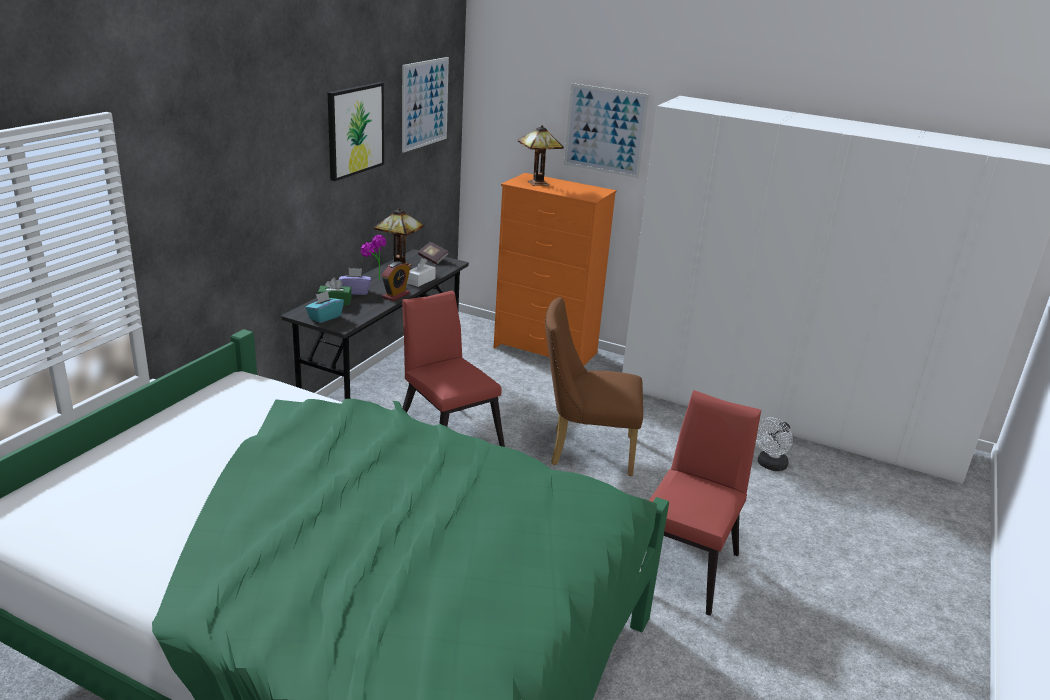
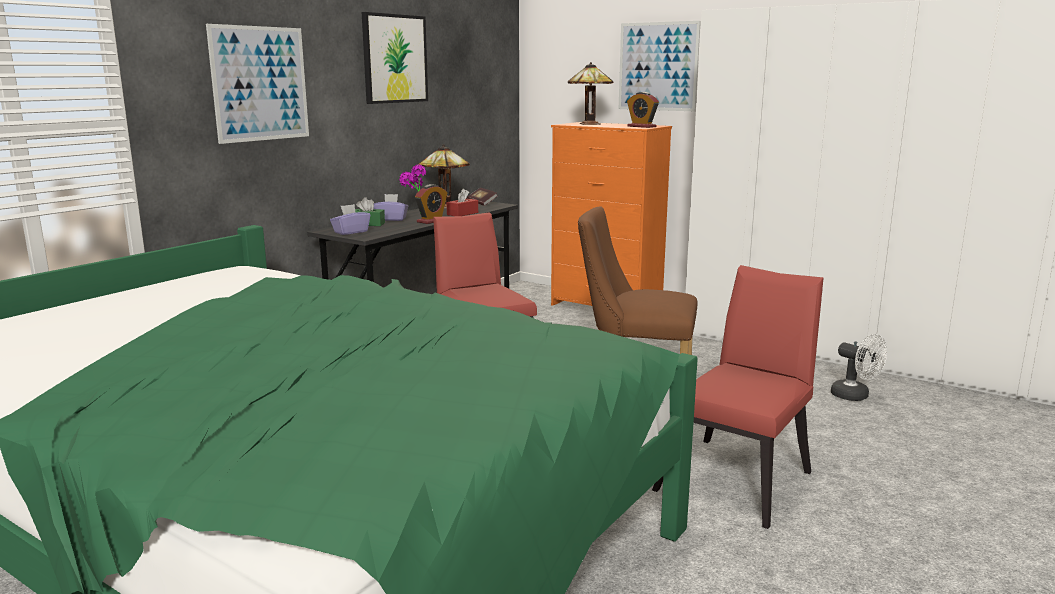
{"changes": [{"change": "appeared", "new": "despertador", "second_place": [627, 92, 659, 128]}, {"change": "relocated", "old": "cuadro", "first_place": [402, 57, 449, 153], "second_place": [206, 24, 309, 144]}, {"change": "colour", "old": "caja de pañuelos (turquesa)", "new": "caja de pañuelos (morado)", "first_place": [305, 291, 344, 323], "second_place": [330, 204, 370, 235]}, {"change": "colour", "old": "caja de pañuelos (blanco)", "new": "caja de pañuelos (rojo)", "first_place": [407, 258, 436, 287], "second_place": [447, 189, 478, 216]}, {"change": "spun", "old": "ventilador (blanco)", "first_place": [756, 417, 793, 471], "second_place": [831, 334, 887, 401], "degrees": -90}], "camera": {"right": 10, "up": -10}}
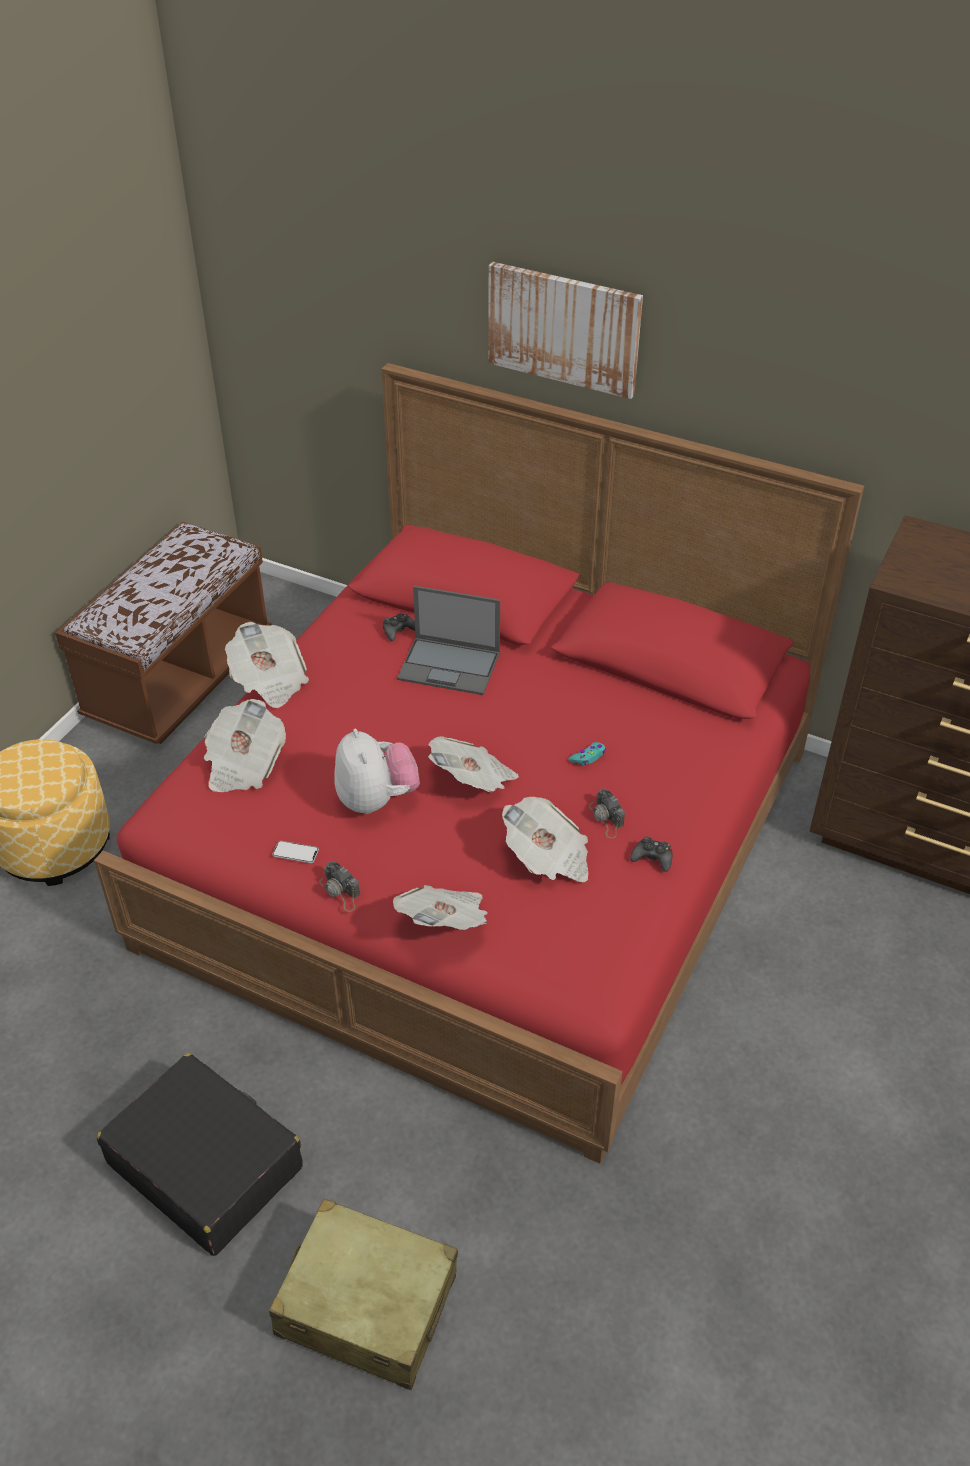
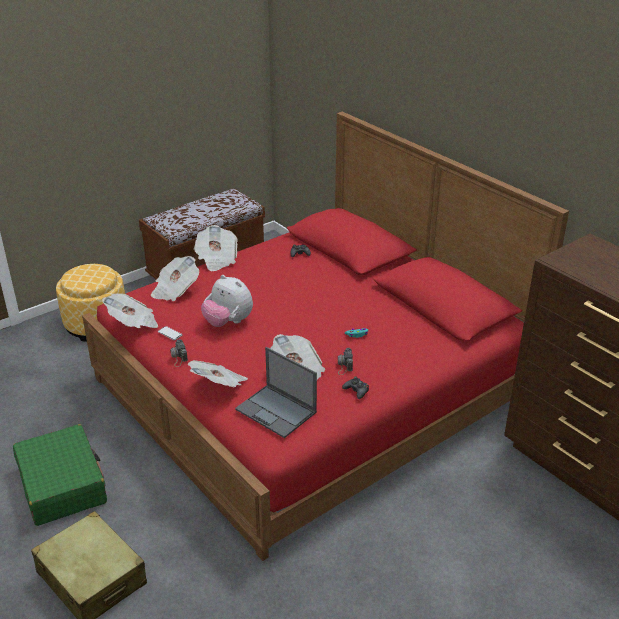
{"changes": [{"change": "missing", "old": "cuadro", "first_place": [488, 262, 643, 399]}, {"change": "relocated", "old": "portátil", "first_place": [397, 586, 500, 695], "second_place": [235, 347, 317, 438]}, {"change": "relocated", "old": "periódico", "first_place": [428, 736, 519, 792], "second_place": [102, 293, 158, 328]}, {"change": "colour", "old": "maleta (negro)", "new": "maleta (verde)", "first_place": [97, 1053, 303, 1256], "second_place": [13, 424, 107, 526]}, {"change": "spun", "old": "peluche", "first_place": [334, 729, 420, 814], "second_place": [201, 275, 253, 327], "degrees": 120}], "camera": {"right": 25, "up": -10}}
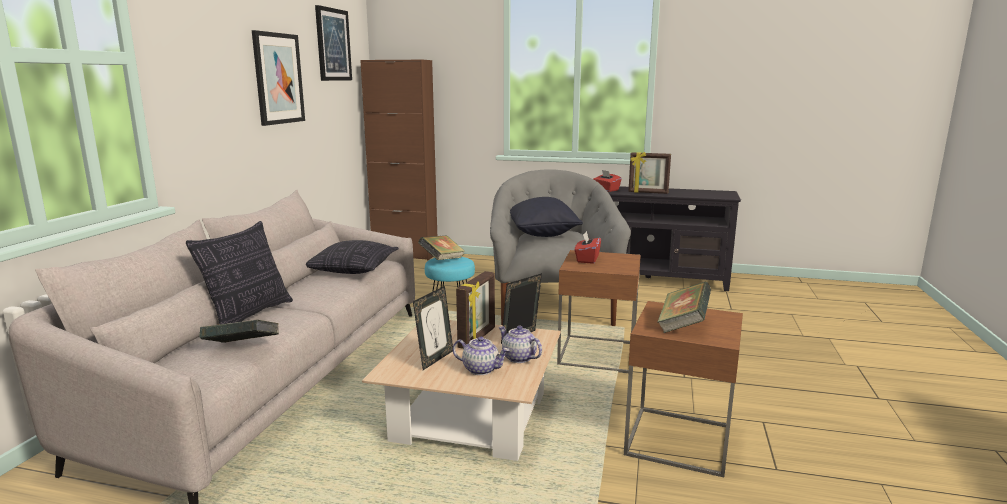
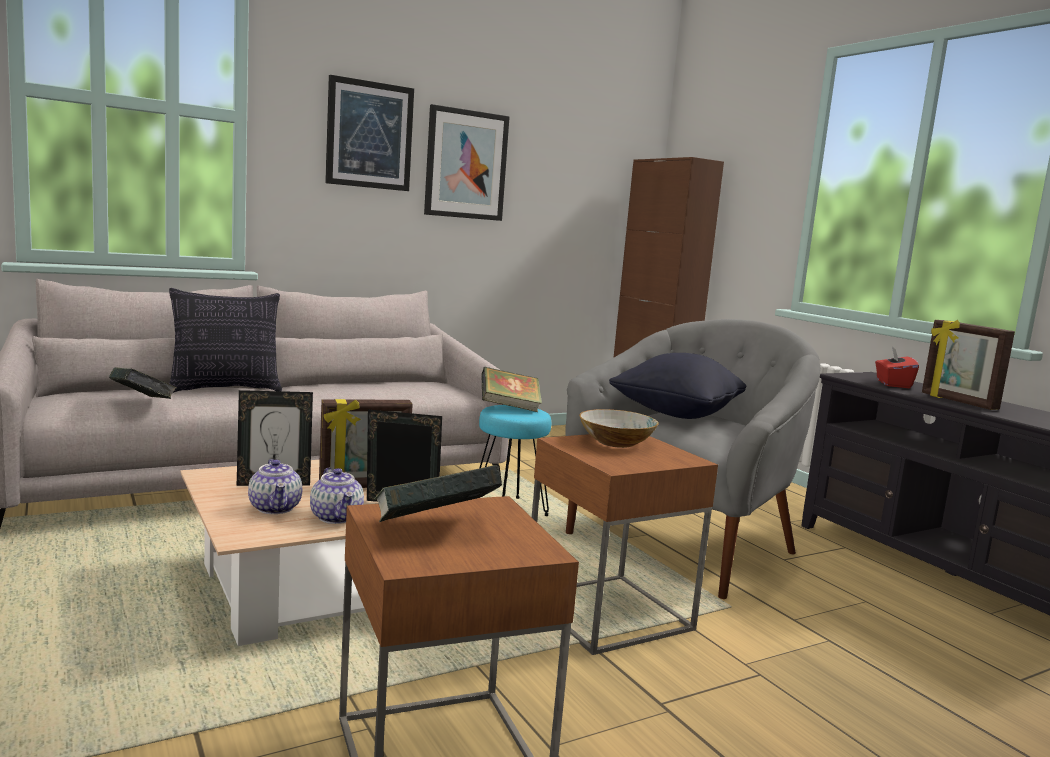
{"changes": [{"change": "missing", "old": "cojín", "first_place": [306, 240, 399, 274]}, {"change": "relocated", "old": "cuadro", "first_place": [315, 5, 352, 81], "second_place": [325, 75, 414, 191]}, {"change": "exchanged", "old": "caja de pañuelos (rojo)", "new": "cuenco", "first_place": [575, 231, 601, 264], "second_place": [579, 409, 659, 448]}, {"change": "spun", "old": "tetera", "first_place": [499, 326, 542, 363], "second_place": [310, 468, 364, 524], "degrees": 150}], "camera": {"right": 45, "up": -5}}
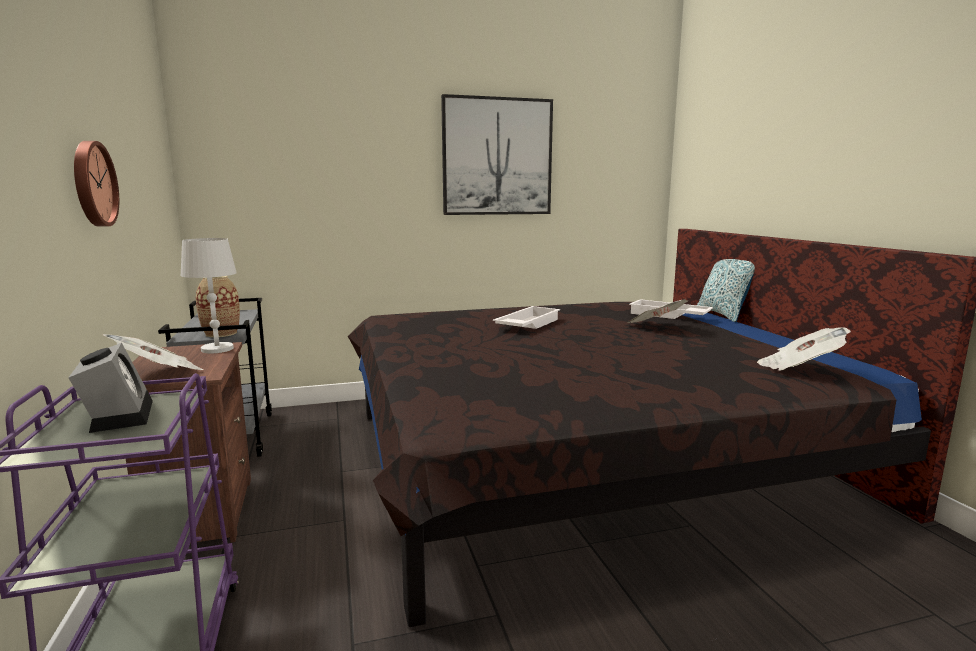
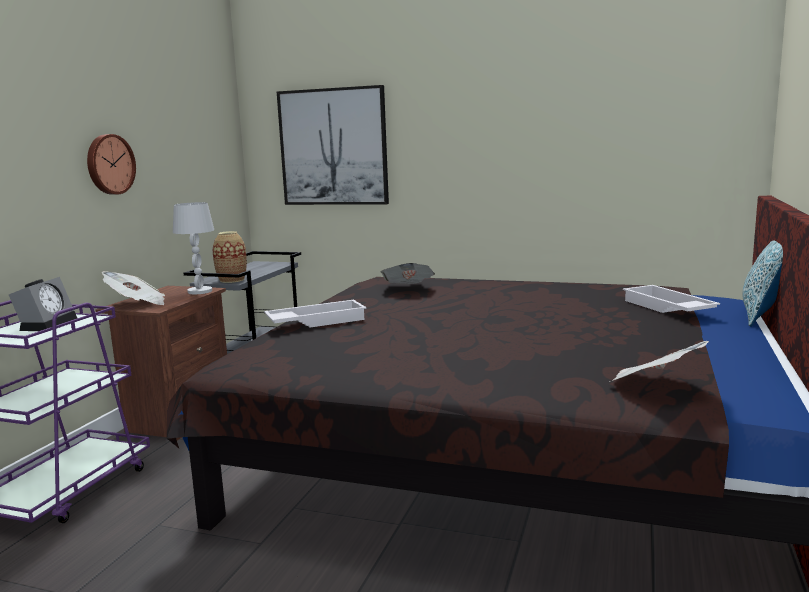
{"changes": [{"change": "relocated", "old": "cuadro", "first_place": [441, 94, 553, 215], "second_place": [277, 85, 389, 205]}, {"change": "relocated", "old": "bandeja (blanco)", "first_place": [493, 306, 560, 329], "second_place": [264, 300, 366, 328]}, {"change": "relocated", "old": "periódico", "first_place": [627, 299, 688, 323], "second_place": [381, 263, 435, 284]}], "camera": {"right": 35, "up": 0}}
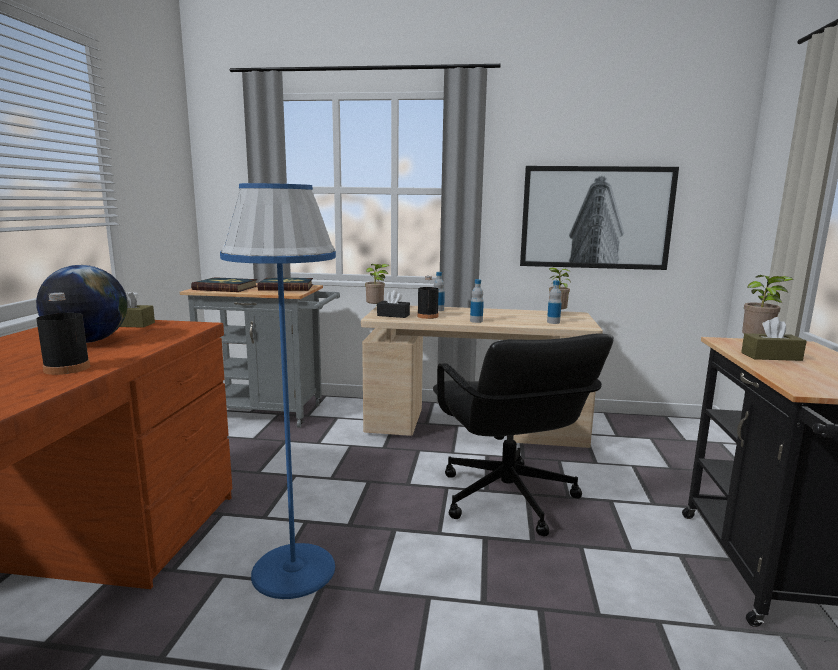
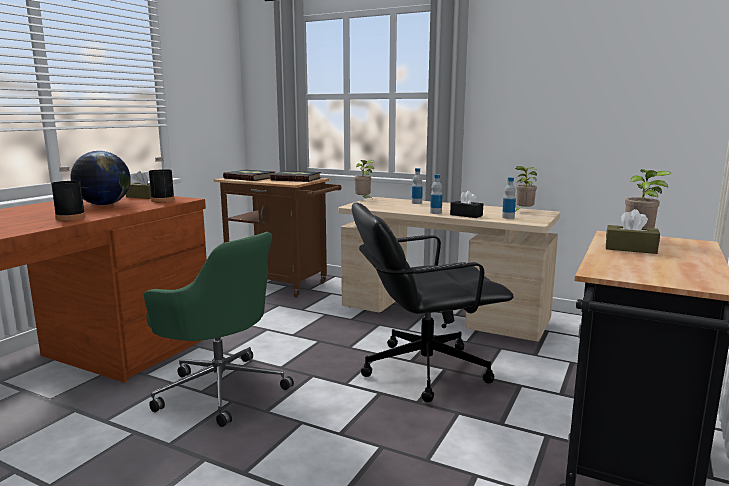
{"changes": [{"change": "missing", "old": "cuadro", "first_place": [520, 166, 679, 270]}, {"change": "relocated", "old": "caja de pañuelos (negro)", "first_place": [377, 290, 410, 318], "second_place": [450, 191, 483, 218]}, {"change": "relocated", "old": "botella (negro)", "first_place": [417, 276, 439, 319], "second_place": [149, 157, 175, 202]}, {"change": "exchanged", "old": "lámpara de pie (azul)", "new": "silla de oficina (verde)", "first_place": [220, 183, 336, 599], "second_place": [144, 232, 294, 427]}, {"change": "colour", "old": "carrito (gris)", "new": "carrito (marrón)", "first_place": [179, 283, 340, 428], "second_place": [214, 178, 341, 297]}, {"change": "spun", "old": "silla de oficina (negro)", "first_place": [433, 333, 614, 536], "second_place": [352, 202, 514, 402], "degrees": 75}], "camera": {"right": 20, "up": 0}}
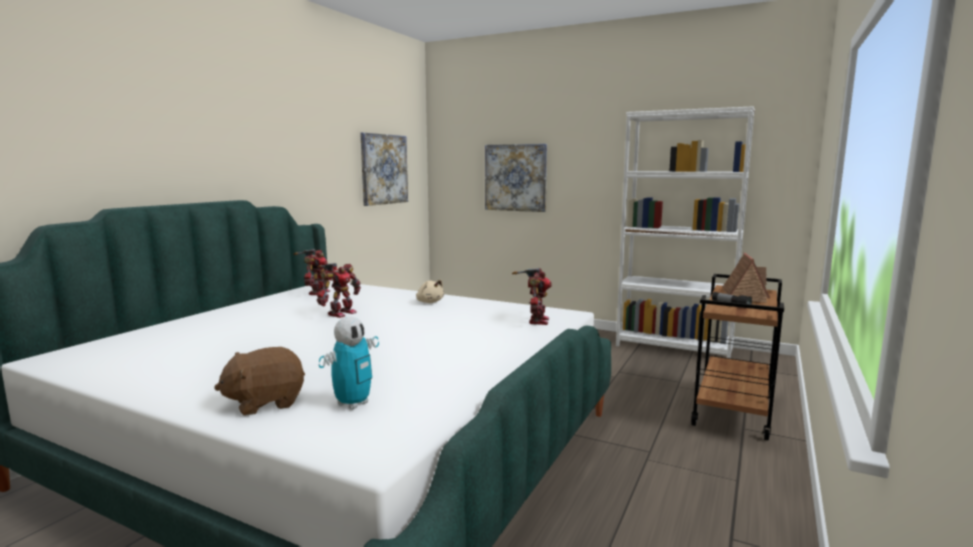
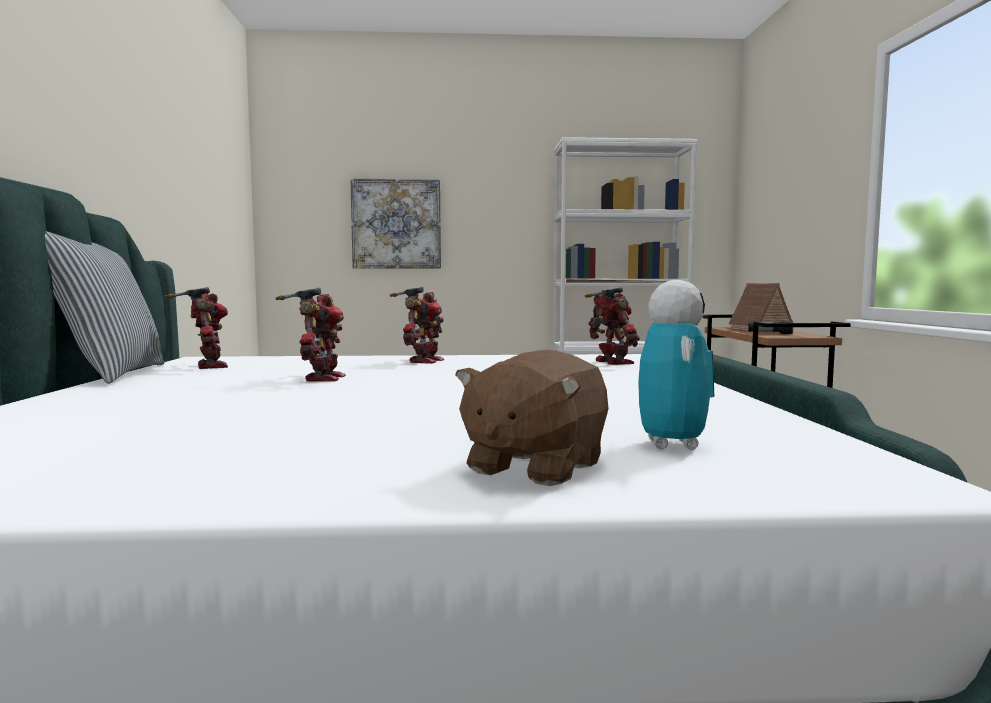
{"changes": [{"change": "missing", "old": "cuadro", "first_place": [360, 133, 408, 206]}, {"change": "appeared", "new": "cojín", "second_place": [45, 231, 164, 384]}, {"change": "exchanged", "old": "peluche (beis)", "new": "robot de juguete", "first_place": [416, 279, 444, 303], "second_place": [390, 287, 444, 364]}], "camera": {"right": -30, "up": -5}}
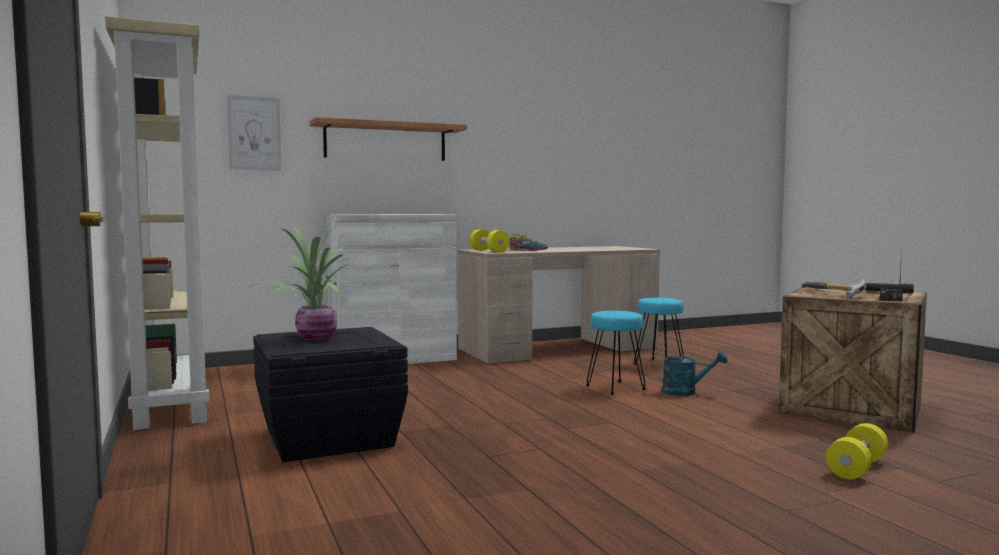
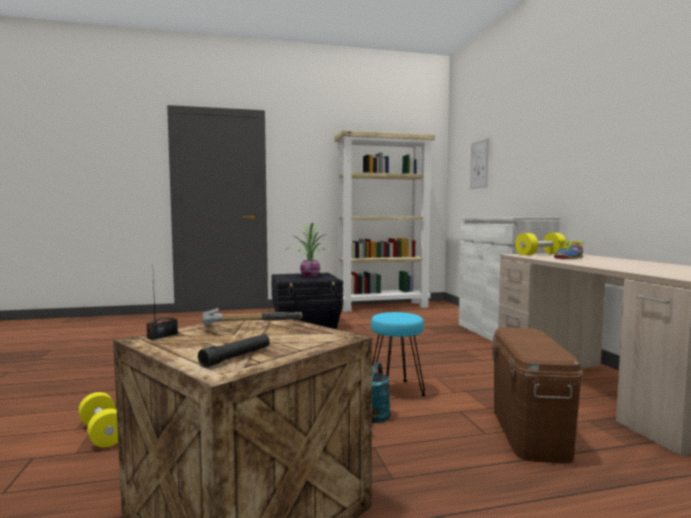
{"changes": [{"change": "missing", "old": "estante", "first_place": [309, 117, 467, 161]}, {"change": "exchanged", "old": "taburete (turquesa)", "new": "caja de almacenaje (marrón)", "first_place": [634, 298, 684, 365], "second_place": [492, 328, 583, 463]}], "camera": {"right": 100, "up": 0}}
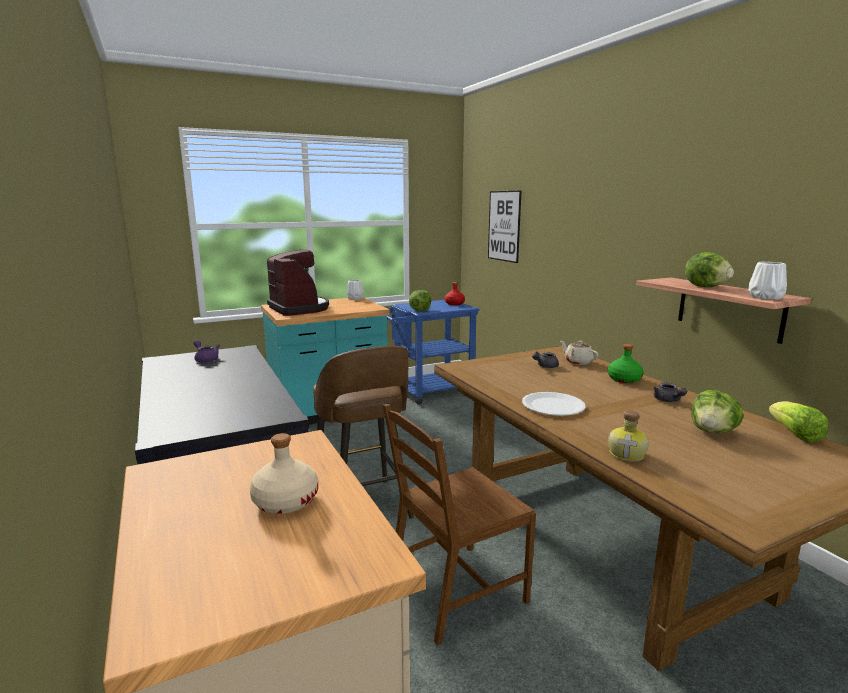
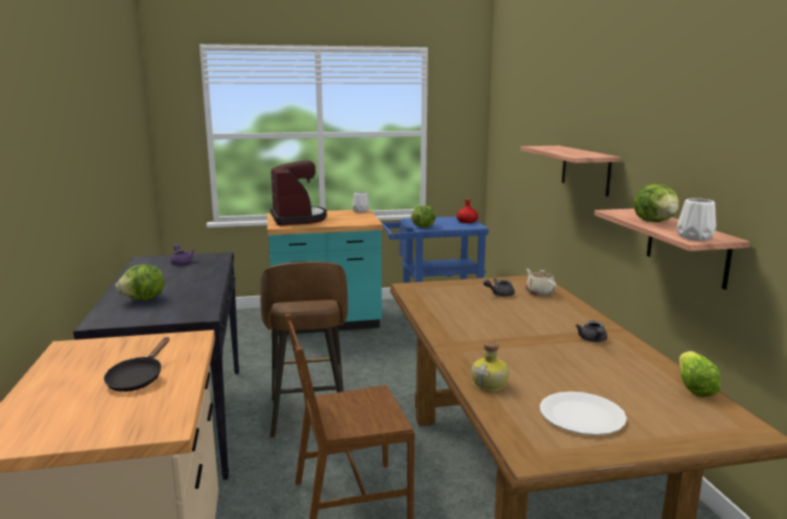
{"changes": [{"change": "missing", "old": "cuadro", "first_place": [488, 190, 522, 263]}, {"change": "missing", "old": "botella (verde)", "first_place": [608, 344, 643, 383]}, {"change": "appeared", "new": "estante", "second_place": [520, 146, 621, 197]}, {"change": "relocated", "old": "plato (blanco)", "first_place": [522, 392, 586, 416], "second_place": [540, 392, 627, 435]}, {"change": "relocated", "old": "lechuga", "first_place": [692, 390, 743, 434], "second_place": [115, 264, 165, 300]}, {"change": "exchanged", "old": "botella (beis)", "new": "sartén (negro)", "first_place": [250, 433, 318, 514], "second_place": [104, 337, 169, 392]}], "camera": {"right": 15, "up": 0}}
